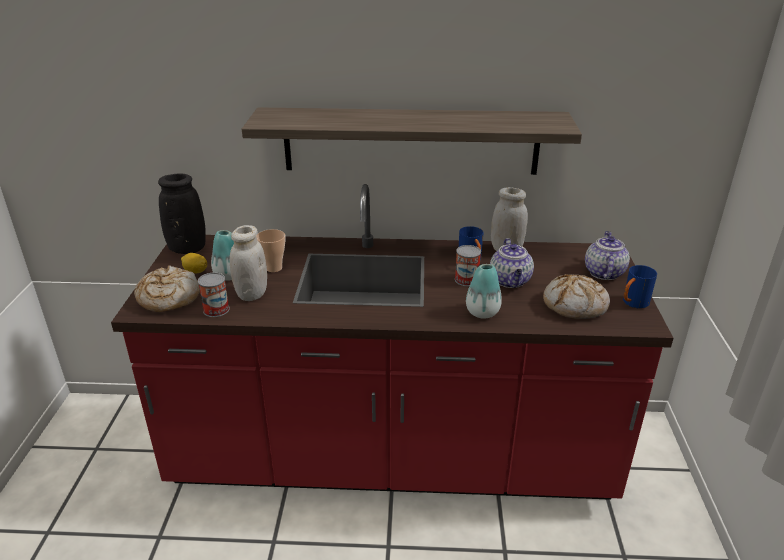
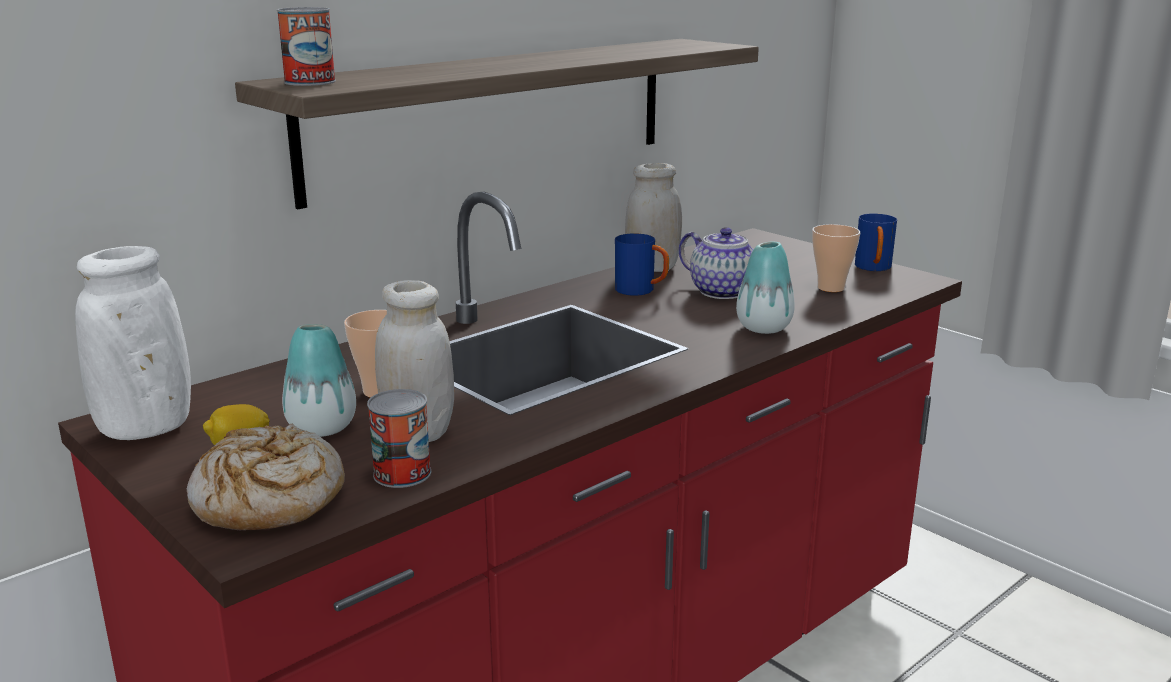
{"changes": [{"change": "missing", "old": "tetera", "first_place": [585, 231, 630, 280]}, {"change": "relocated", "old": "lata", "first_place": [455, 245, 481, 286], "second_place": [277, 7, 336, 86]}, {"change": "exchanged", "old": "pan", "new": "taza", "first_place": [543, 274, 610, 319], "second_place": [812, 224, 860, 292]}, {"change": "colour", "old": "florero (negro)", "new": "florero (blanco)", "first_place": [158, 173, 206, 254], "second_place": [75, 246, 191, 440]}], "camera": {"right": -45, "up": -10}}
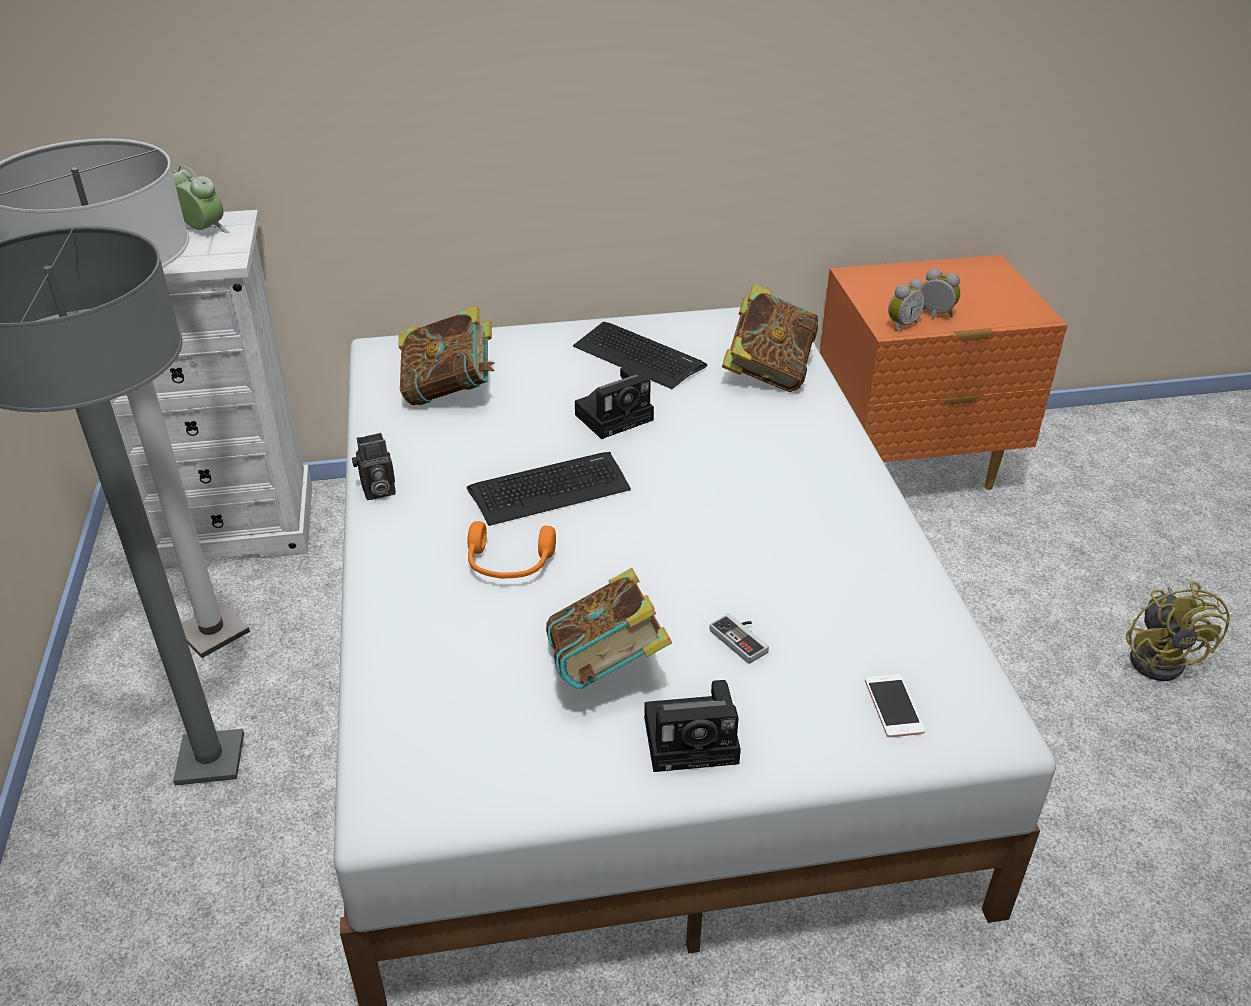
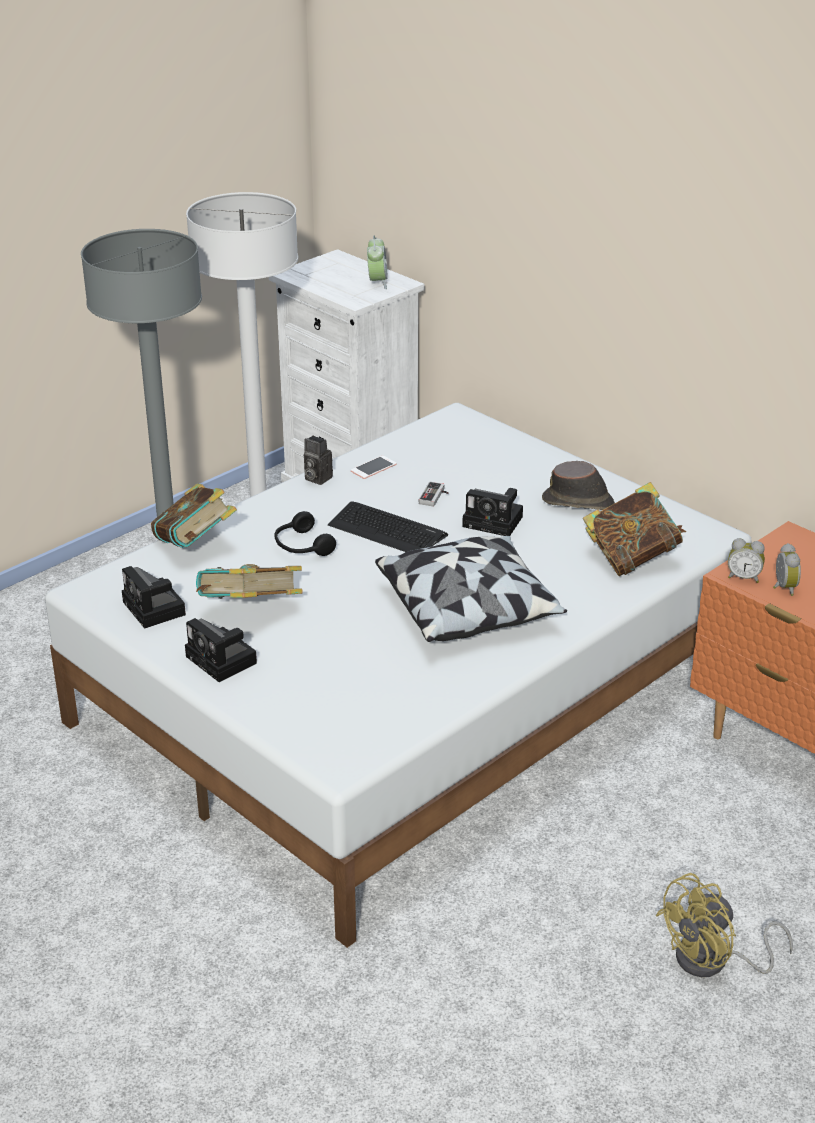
{"changes": [{"change": "appeared", "new": "cámara", "second_place": [122, 566, 186, 629]}, {"change": "appeared", "new": "cojín", "second_place": [375, 536, 567, 642]}, {"change": "relocated", "old": "libro", "first_place": [398, 306, 495, 405], "second_place": [151, 483, 237, 548]}, {"change": "relocated", "old": "mando de consola", "first_place": [710, 614, 769, 664], "second_place": [419, 482, 449, 507]}, {"change": "relocated", "old": "móvil", "first_place": [865, 674, 925, 737], "second_place": [351, 456, 397, 479]}, {"change": "exchanged", "old": "teclado", "new": "sombrero (marrón)", "first_place": [573, 322, 707, 389], "second_place": [542, 461, 615, 510]}, {"change": "colour", "old": "auriculares (naranja)", "new": "auriculares (negro)", "first_place": [467, 521, 556, 579], "second_place": [275, 511, 336, 556]}], "camera": {"right": 55, "up": -5}}
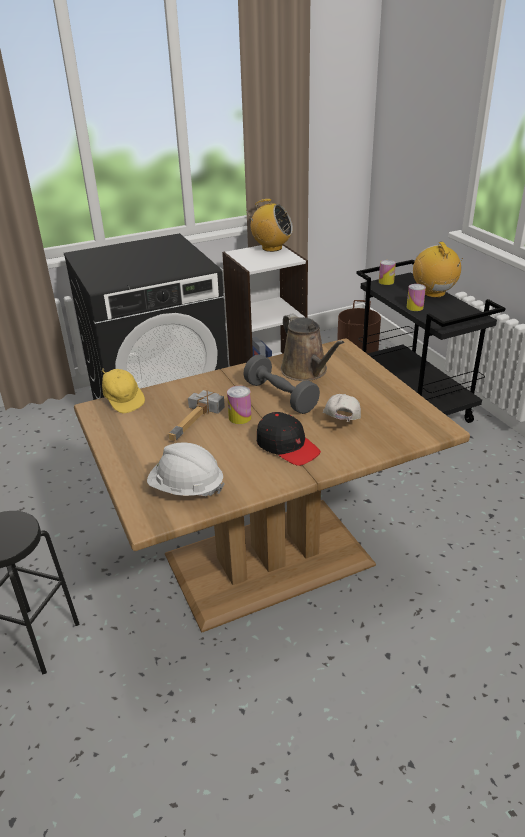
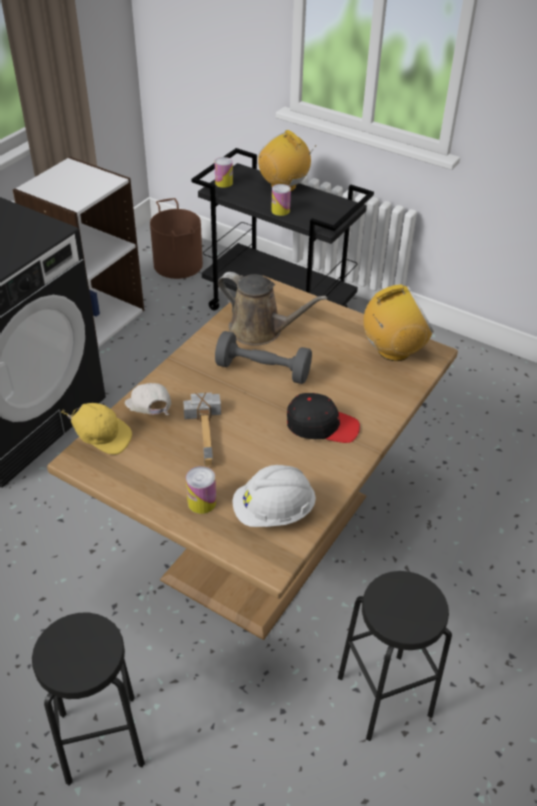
{"changes": [{"change": "appeared", "new": "taburete (negro)", "second_place": [338, 571, 452, 741]}, {"change": "relocated", "old": "lata", "first_place": [227, 386, 252, 424], "second_place": [186, 466, 216, 514]}, {"change": "relocated", "old": "radio", "first_place": [246, 199, 293, 252], "second_place": [363, 284, 434, 361]}, {"change": "relocated", "old": "gorra (blanco)", "first_place": [323, 394, 361, 422], "second_place": [125, 383, 171, 415]}], "camera": {"right": -35, "up": 10}}
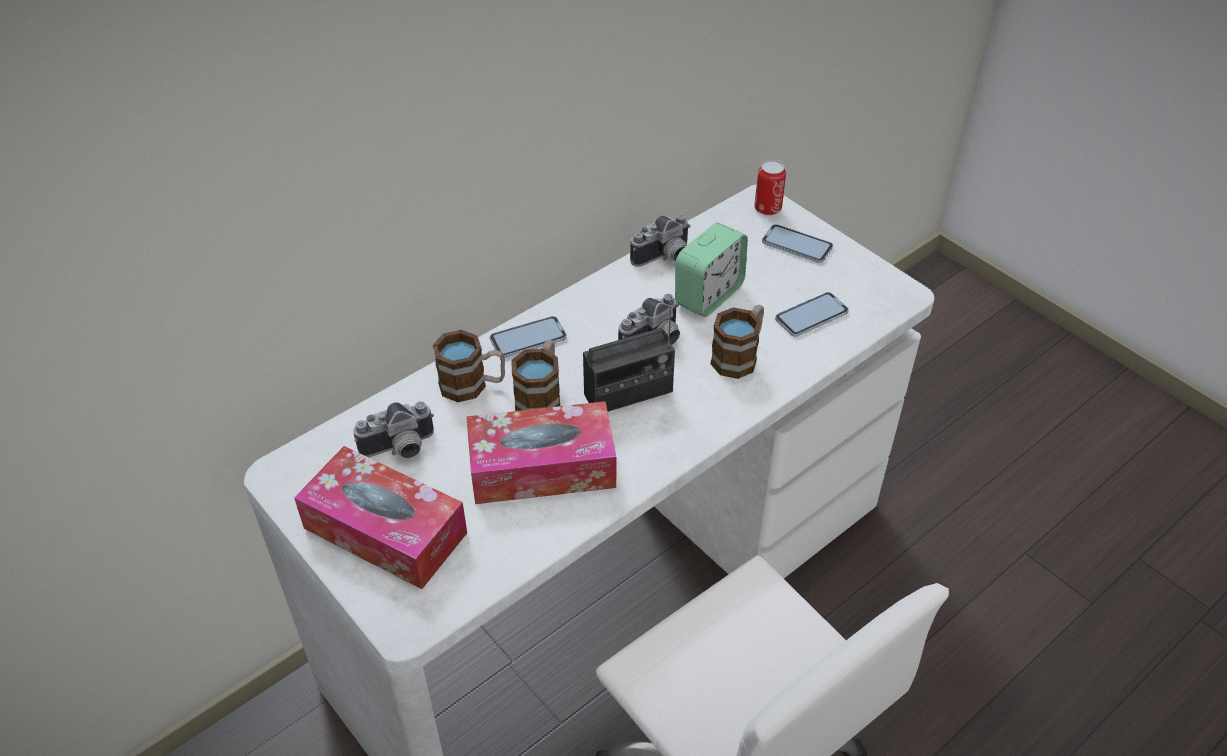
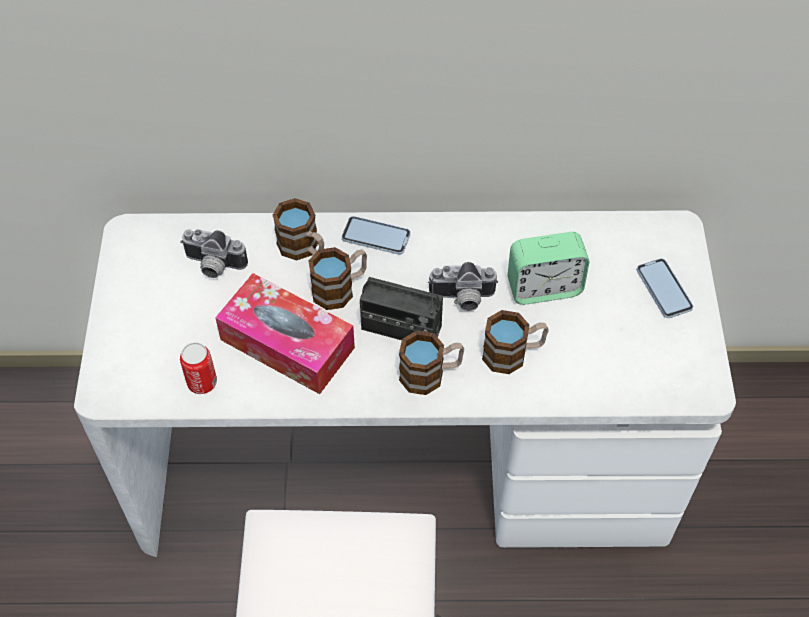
{"changes": [{"change": "missing", "old": "caja de pañuelos", "first_place": [294, 446, 467, 589]}, {"change": "missing", "old": "cámara", "first_place": [630, 214, 691, 267]}, {"change": "missing", "old": "móvil", "first_place": [775, 292, 849, 337]}, {"change": "appeared", "new": "taza grande", "second_place": [399, 330, 464, 395]}, {"change": "relocated", "old": "lata", "first_place": [754, 160, 786, 215], "second_place": [180, 342, 217, 394]}], "camera": {"right": 40, "up": 10}}
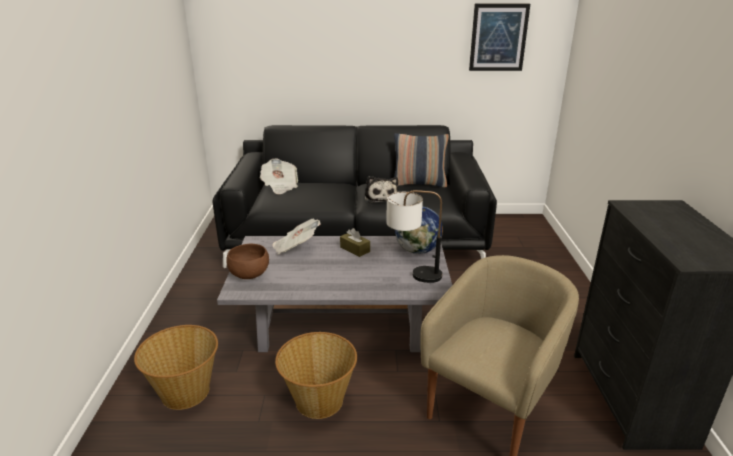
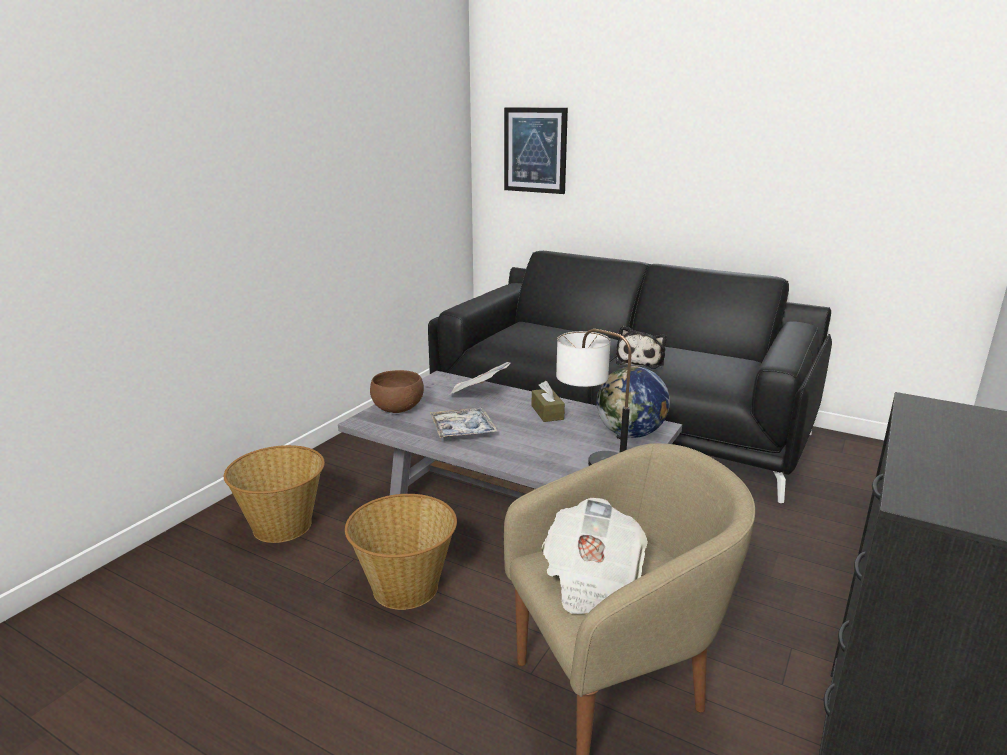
{"changes": [{"change": "missing", "old": "cojín", "first_place": [394, 133, 449, 188]}, {"change": "appeared", "new": "bandeja", "second_place": [430, 408, 498, 438]}, {"change": "relocated", "old": "periódico", "first_place": [260, 158, 298, 194], "second_place": [542, 498, 648, 614]}, {"change": "relocated", "old": "cuadro", "first_place": [469, 4, 530, 71], "second_place": [504, 107, 568, 194]}], "camera": {"right": 30, "up": -5}}
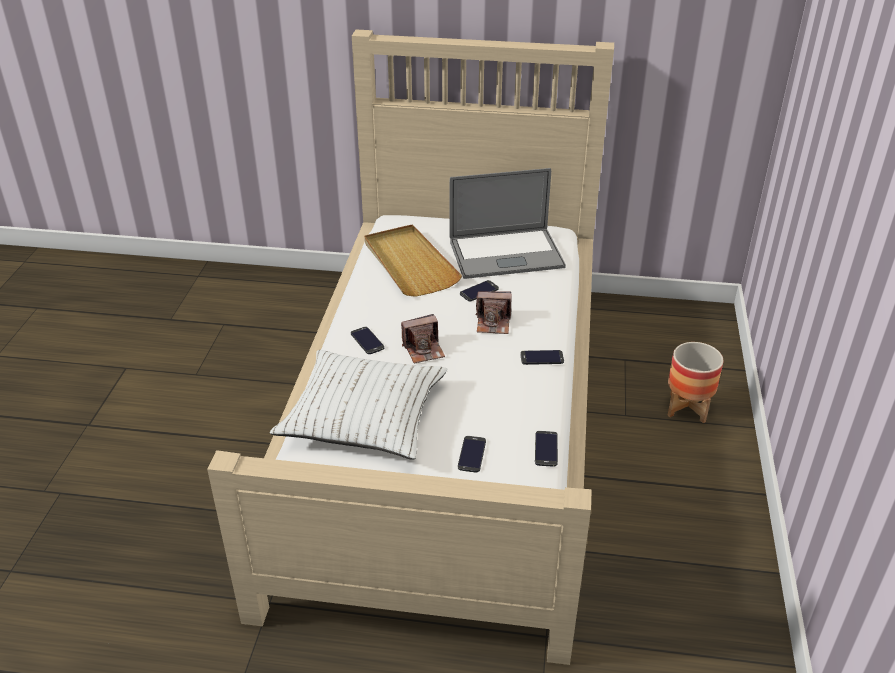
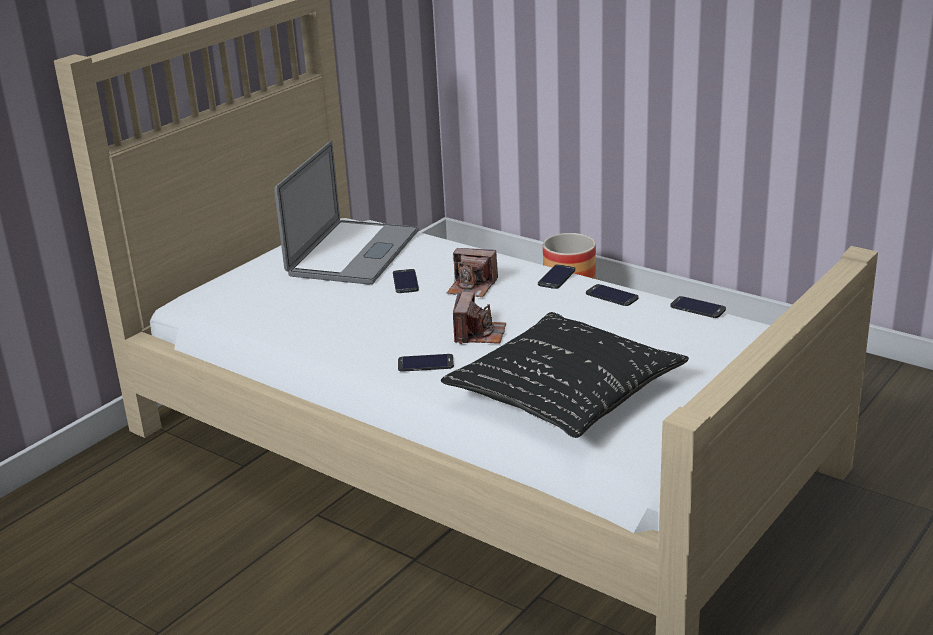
{"changes": [{"change": "missing", "old": "bandeja (beis)", "first_place": [364, 225, 462, 297]}, {"change": "relocated", "old": "móvil", "first_place": [458, 436, 486, 472], "second_place": [586, 284, 639, 306]}, {"change": "colour", "old": "cojín (blanco)", "new": "cojín (negro)", "first_place": [270, 350, 447, 460], "second_place": [441, 312, 689, 438]}, {"change": "spun", "old": "cámara", "first_place": [476, 291, 512, 334], "second_place": [446, 248, 498, 297], "degrees": 75}], "camera": {"right": -60, "up": -10}}
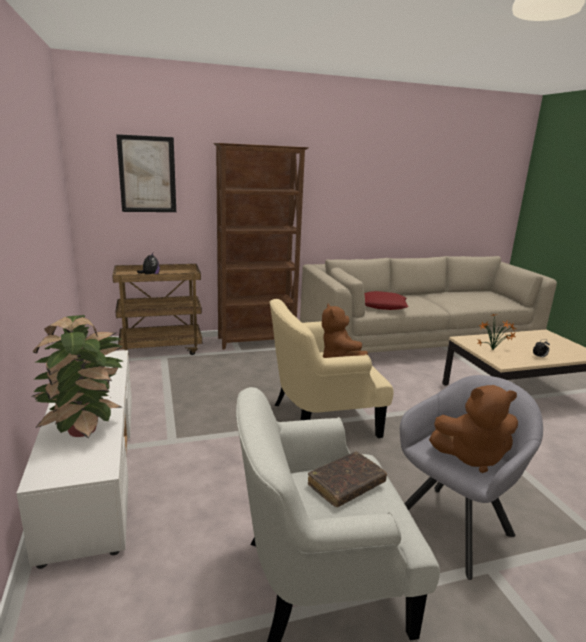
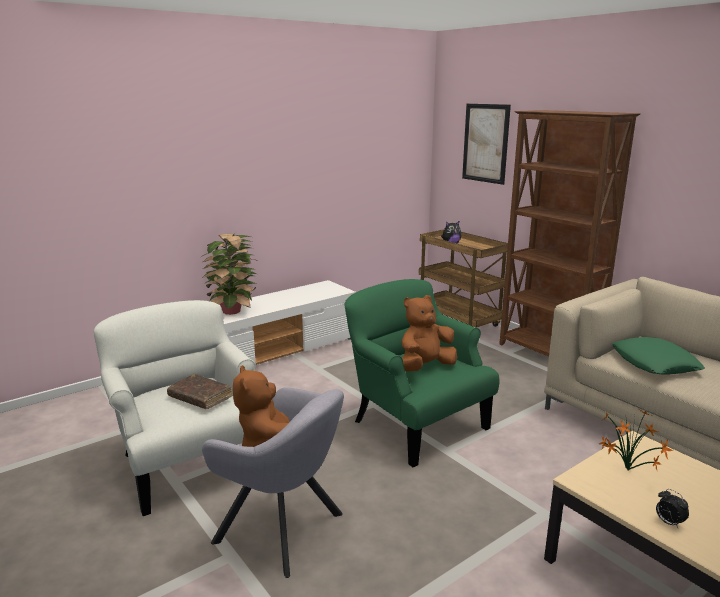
{"changes": [{"change": "colour", "old": "sillón (beis)", "new": "sillón (verde)", "first_place": [270, 299, 394, 438], "second_place": [345, 279, 499, 468]}, {"change": "colour", "old": "cojín (rojo)", "new": "cojín (verde)", "first_place": [364, 291, 409, 310], "second_place": [612, 337, 705, 375]}], "camera": {"right": 70, "up": 0}}
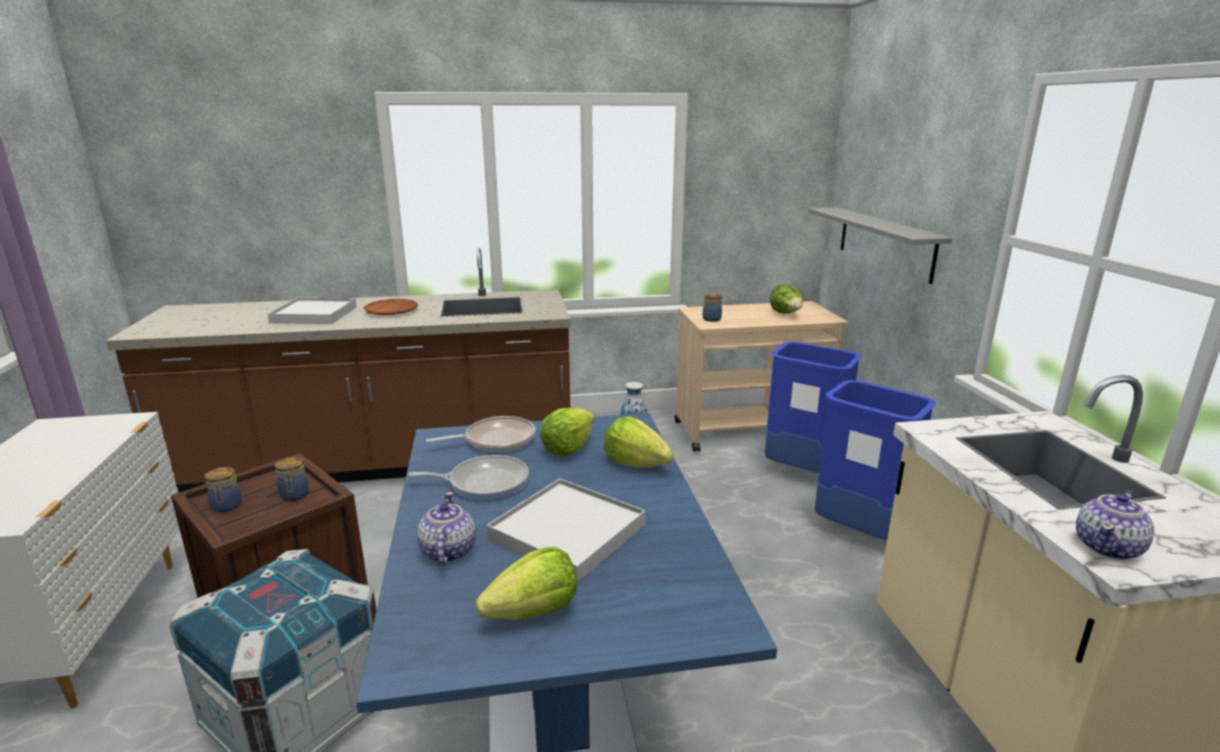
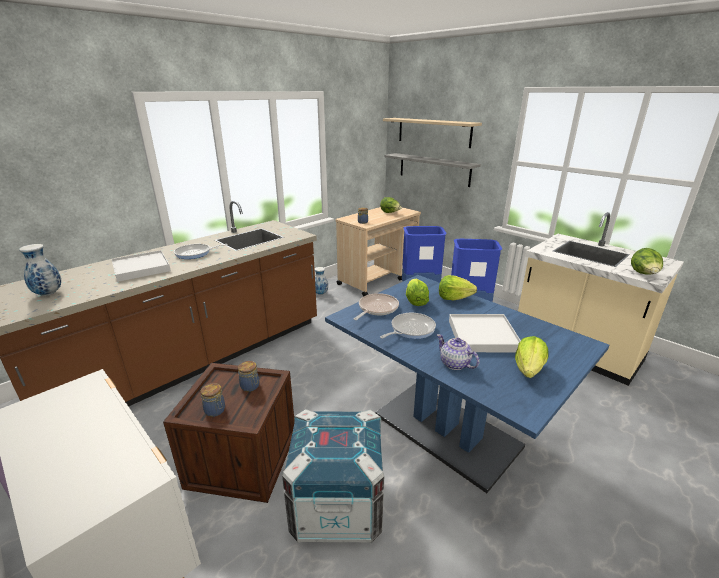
{"changes": [{"change": "appeared", "new": "florero", "second_place": [19, 244, 61, 296]}, {"change": "appeared", "new": "estante (beis)", "second_place": [383, 118, 482, 148]}, {"change": "exchanged", "old": "plato (marrón)", "new": "sartén", "first_place": [363, 299, 419, 315], "second_place": [174, 244, 228, 259]}, {"change": "exchanged", "old": "tetera", "new": "lechuga", "first_place": [1076, 491, 1154, 560], "second_place": [631, 248, 663, 275]}], "camera": {"right": -35, "up": 5}}
